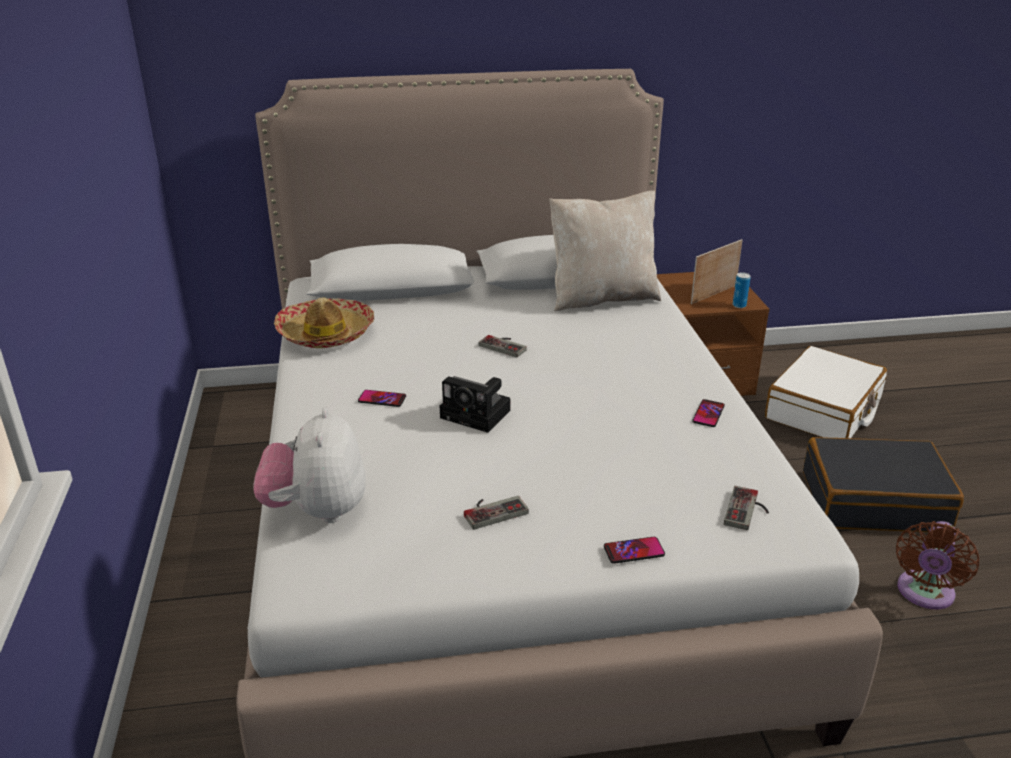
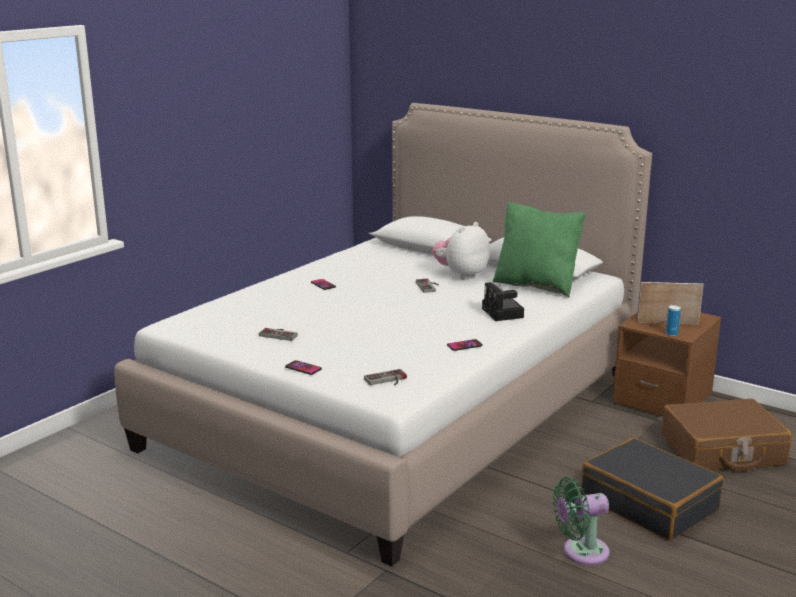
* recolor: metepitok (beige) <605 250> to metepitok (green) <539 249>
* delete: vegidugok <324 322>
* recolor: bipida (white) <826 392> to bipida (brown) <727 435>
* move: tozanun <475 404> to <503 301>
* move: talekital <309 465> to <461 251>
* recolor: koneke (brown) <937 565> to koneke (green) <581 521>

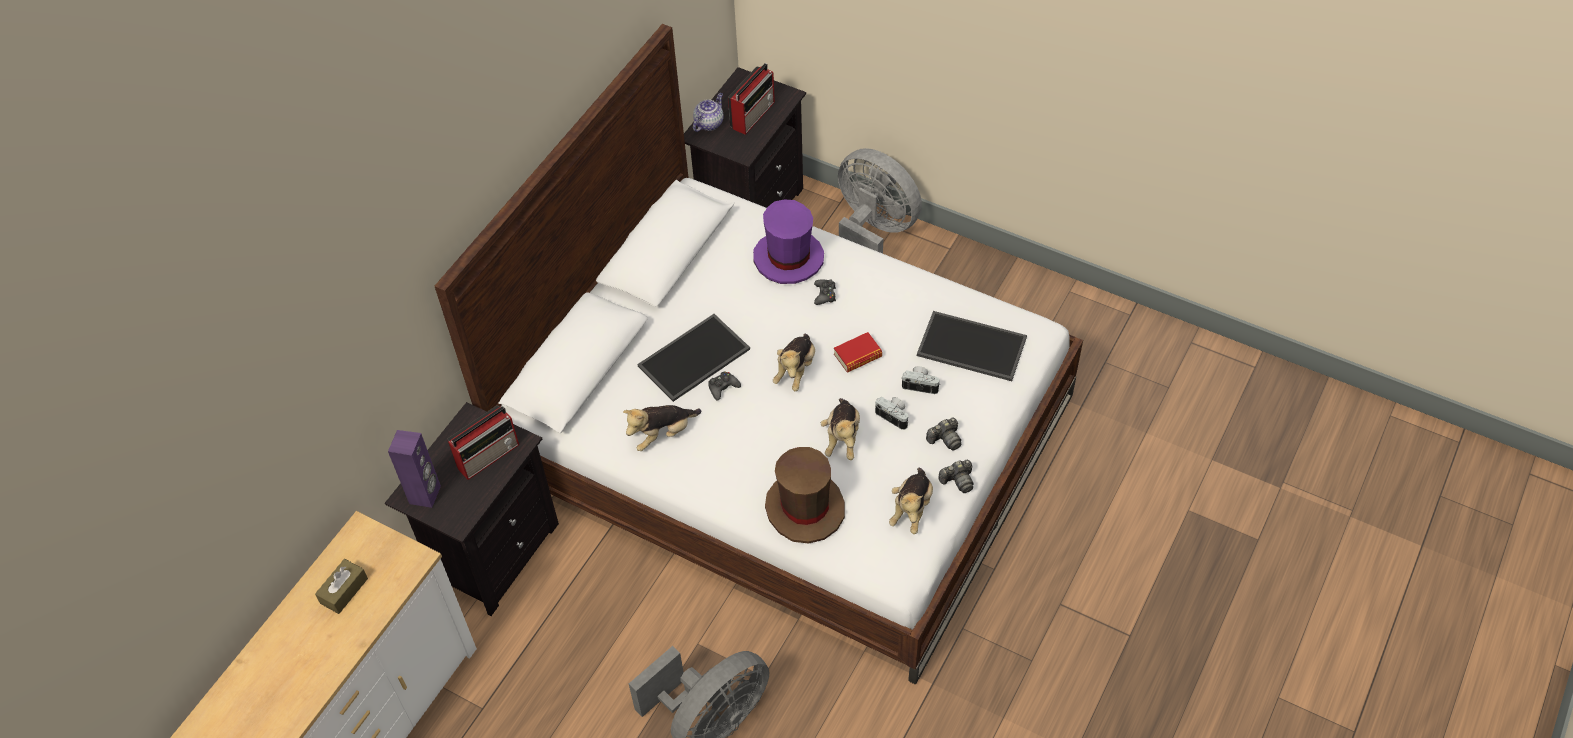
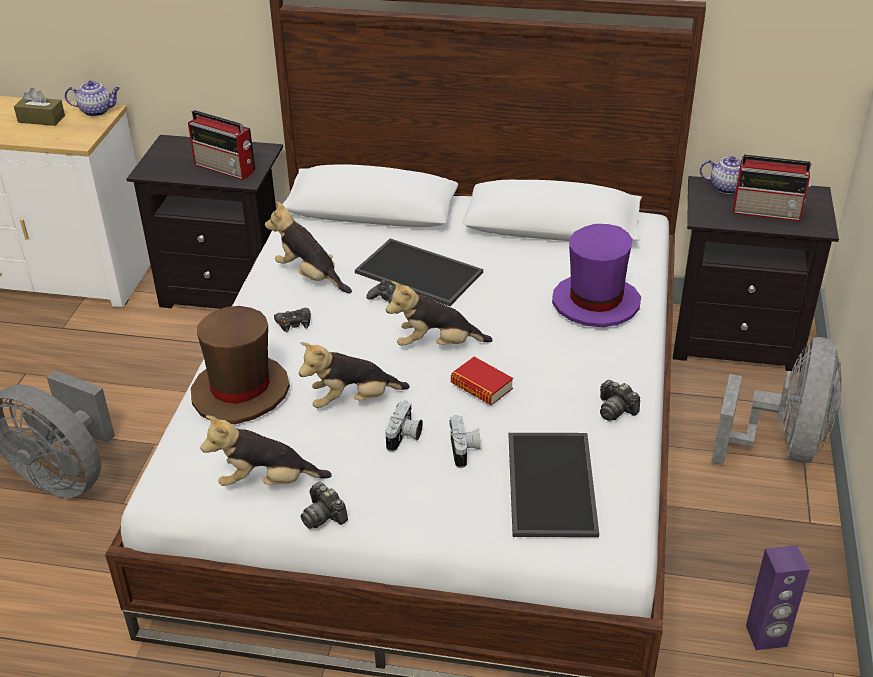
* move: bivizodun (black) <825 292> to <292 320>
* move: tozanun <943 434> to <620 400>
* move: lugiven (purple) <414 469> to <778 597>
* insert: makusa <92 98>

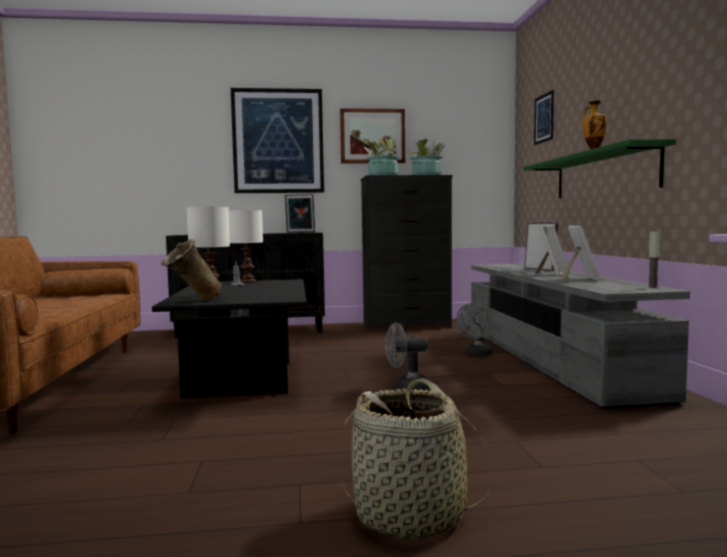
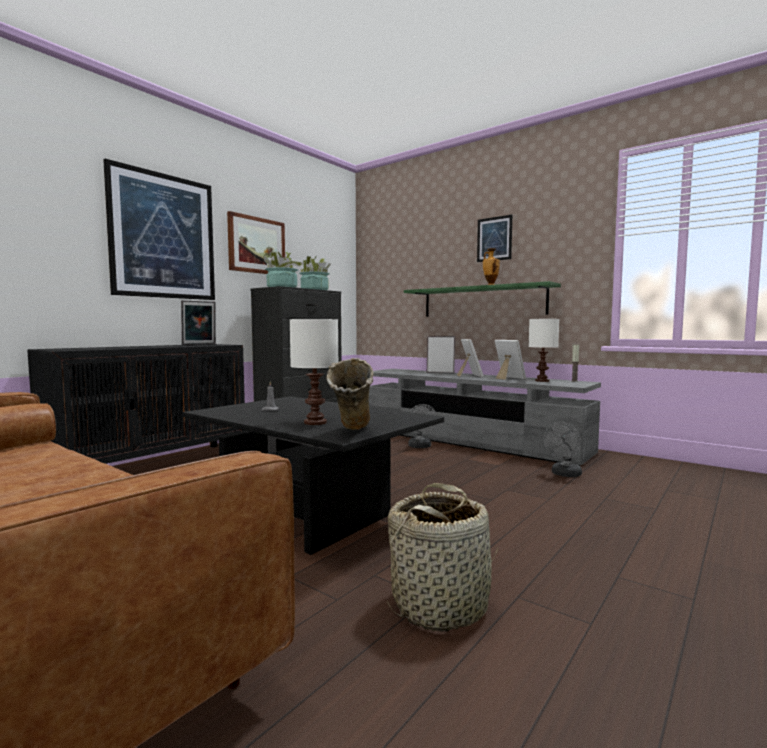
* move: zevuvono <544 117> to <494 238>
* move: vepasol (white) <246 246> to <544 350>
* move: koneke (grey) <407 357> to <562 449>
* move: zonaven <418 459> to <442 557>

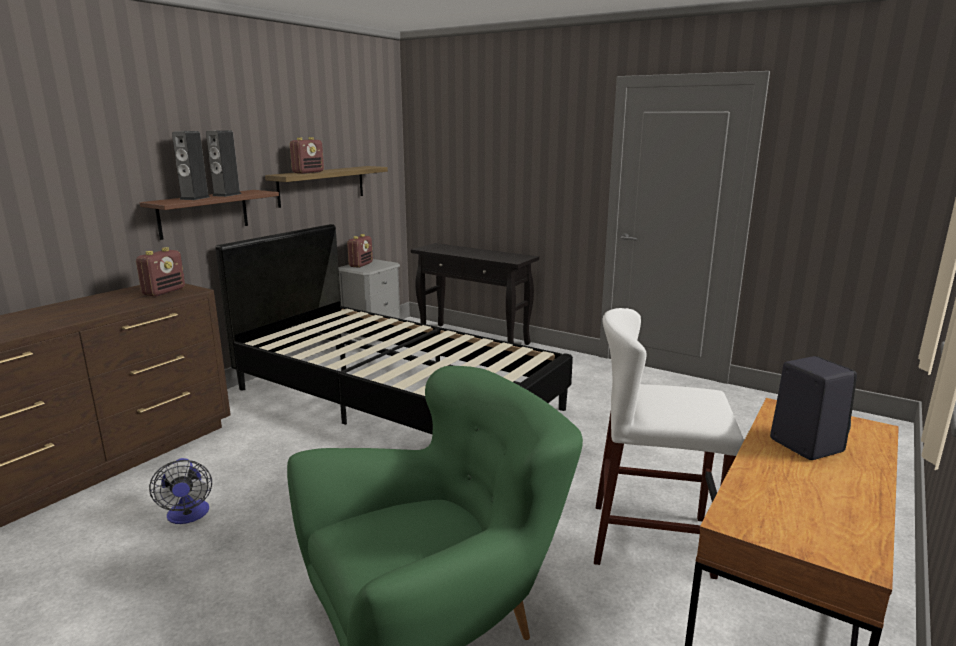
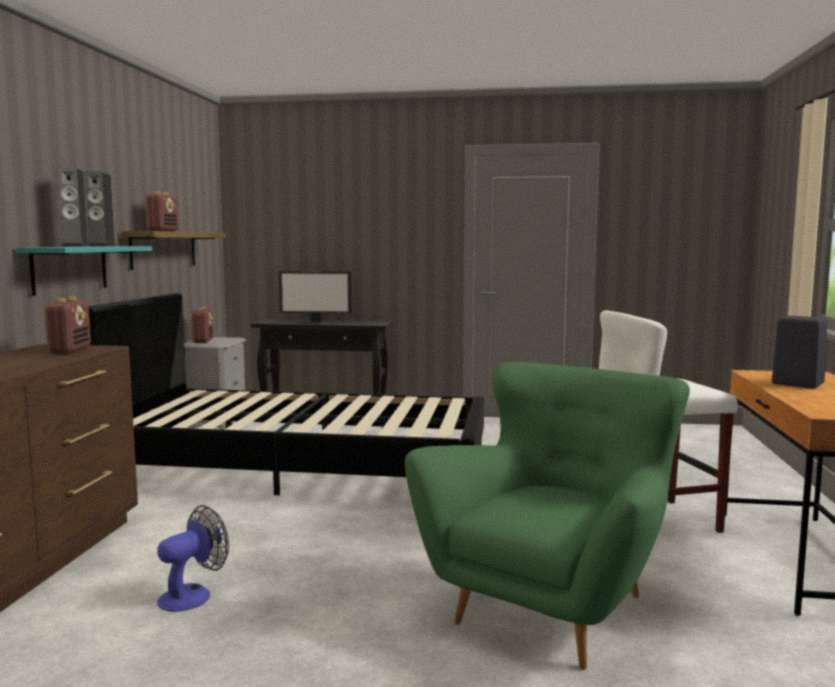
* recolor: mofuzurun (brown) <209 215> to mofuzurun (turquoise) <84 271>
* rotate: koneke <180 491> = <193 558> 90 degrees counterclockwise
* insert: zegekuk <315 297>

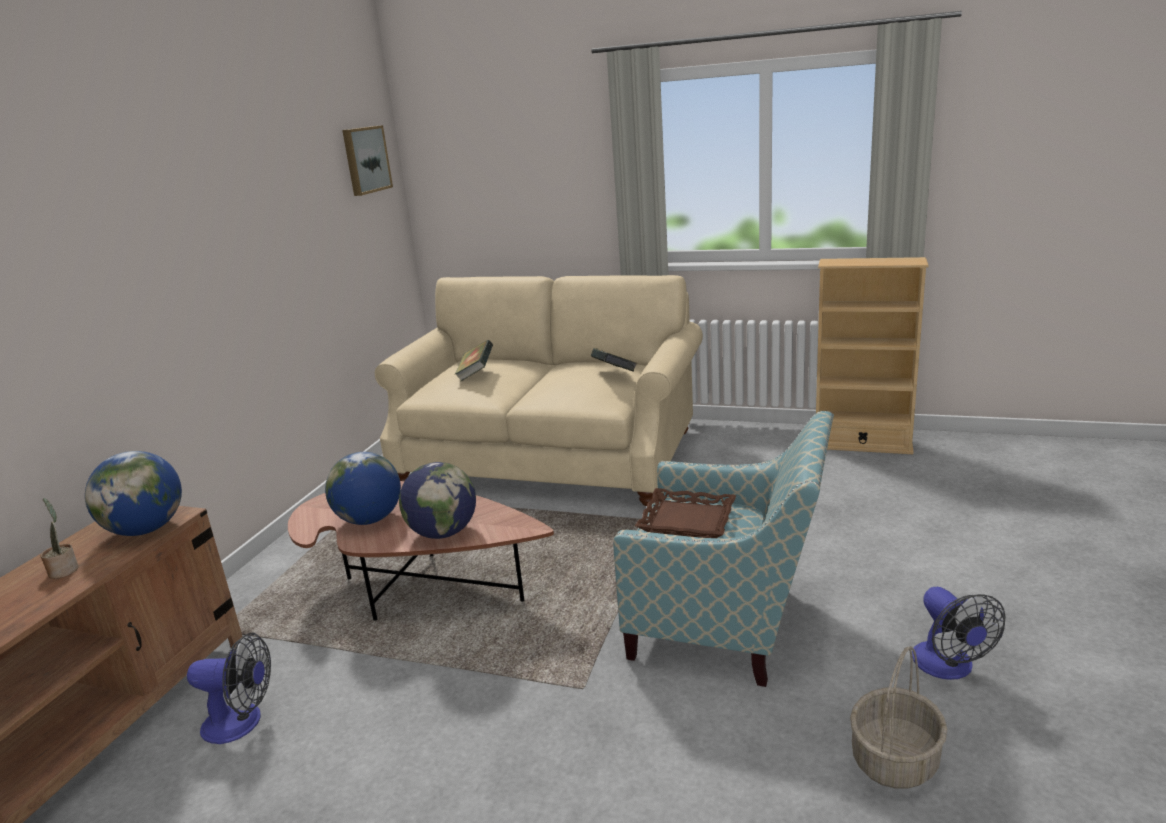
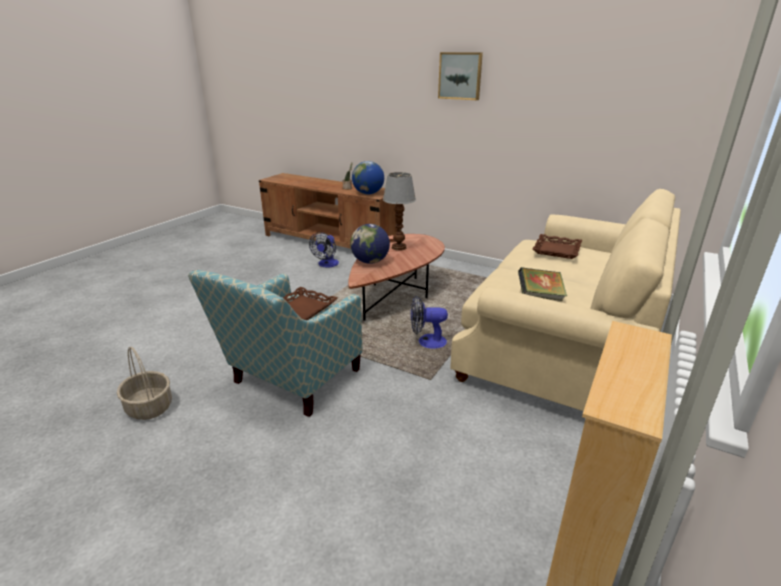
* move: zevuvono <367 160> to <460 76>
* replace: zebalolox <474 360> to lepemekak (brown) <557 246>
* replace: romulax <363 488> to vepasol <399 211>
* move: koneke <959 633> to <429 322>

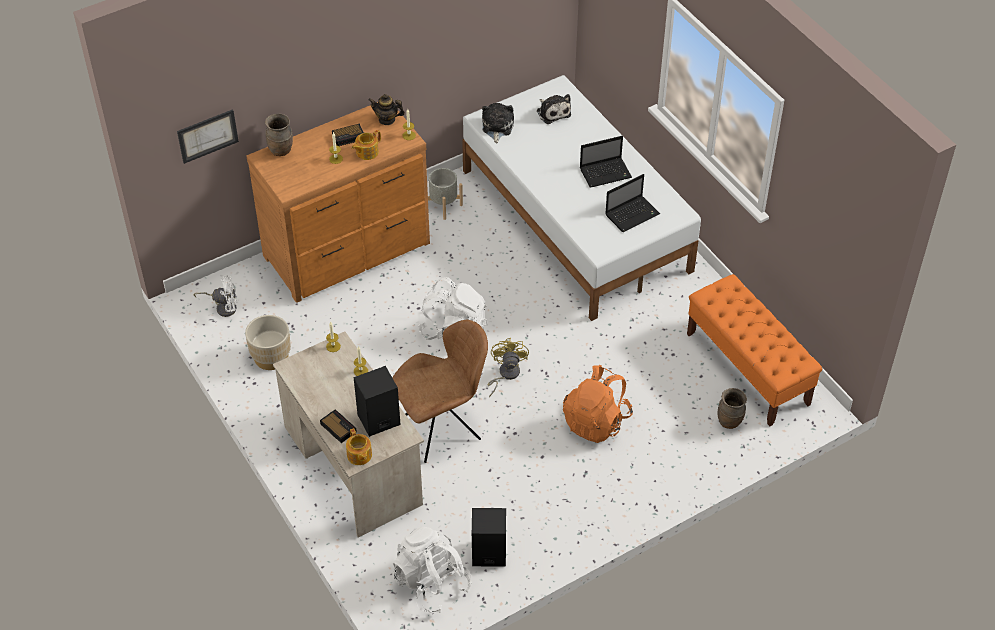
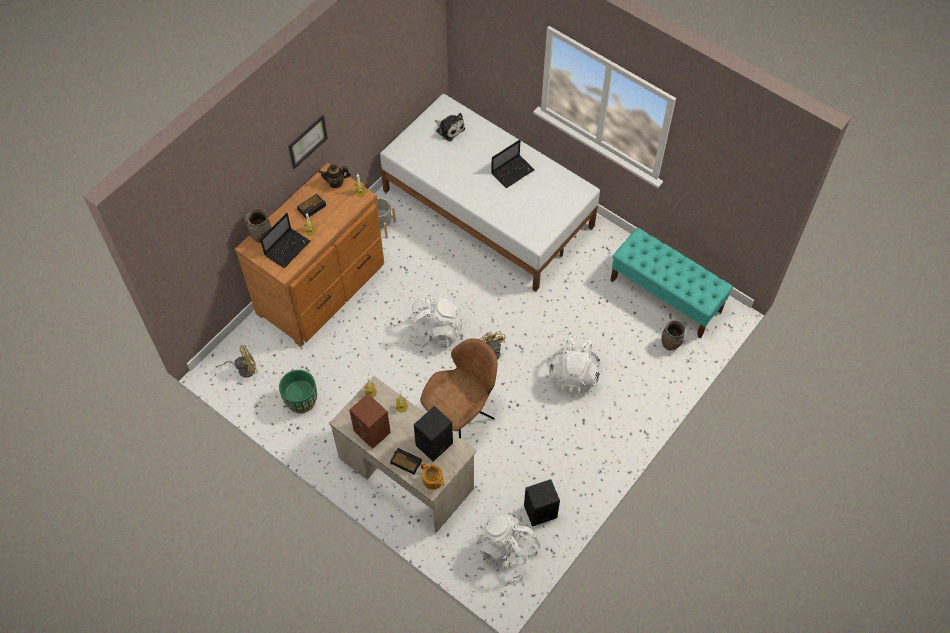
* delete: talekital <498 123>
* move: zevuvono <208 136> to <308 142>
* delete: makusa <366 145>
* move: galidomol <632 203> to <285 240>
* recolor: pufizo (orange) <755 350> to pufizo (turquoise) <671 283>
* recolor: koneke (white) <215 296> to koneke (yellow) <236 361>
* recolor: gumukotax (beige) <268 342> to gumukotax (green) <298 392>
* recolor: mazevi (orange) <598 404> to mazevi (white) <575 364>
* insert: lugiven (brown) <370 421>

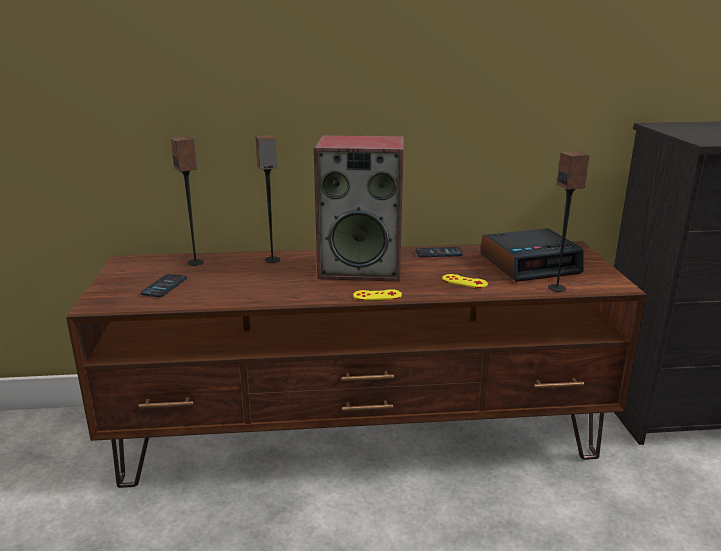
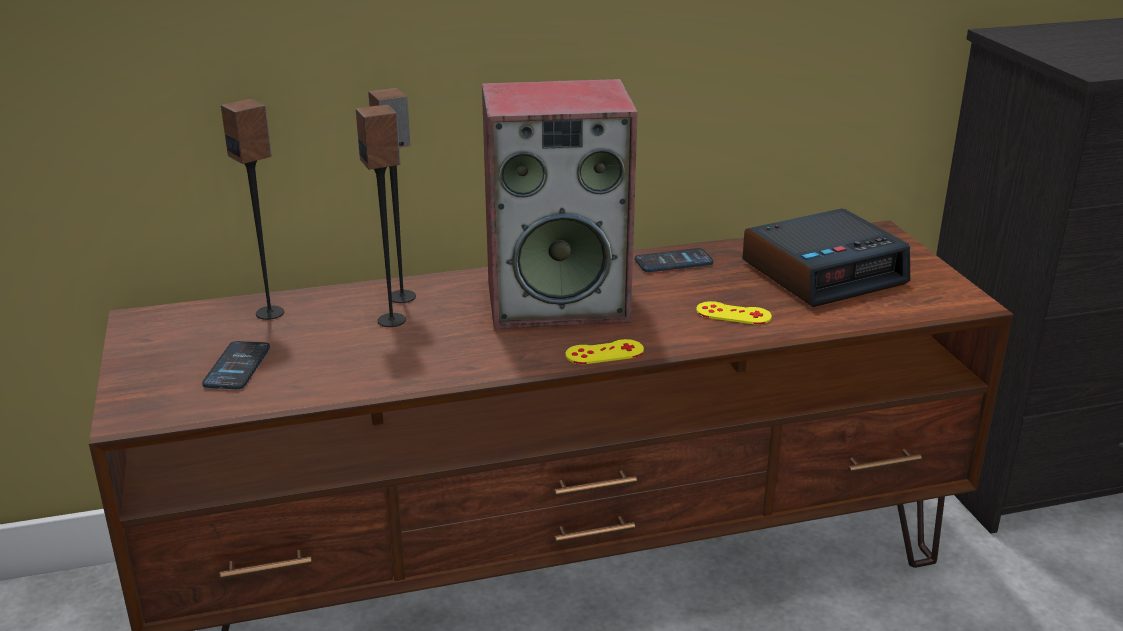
* move: lugiven <569 221> to <381 215>

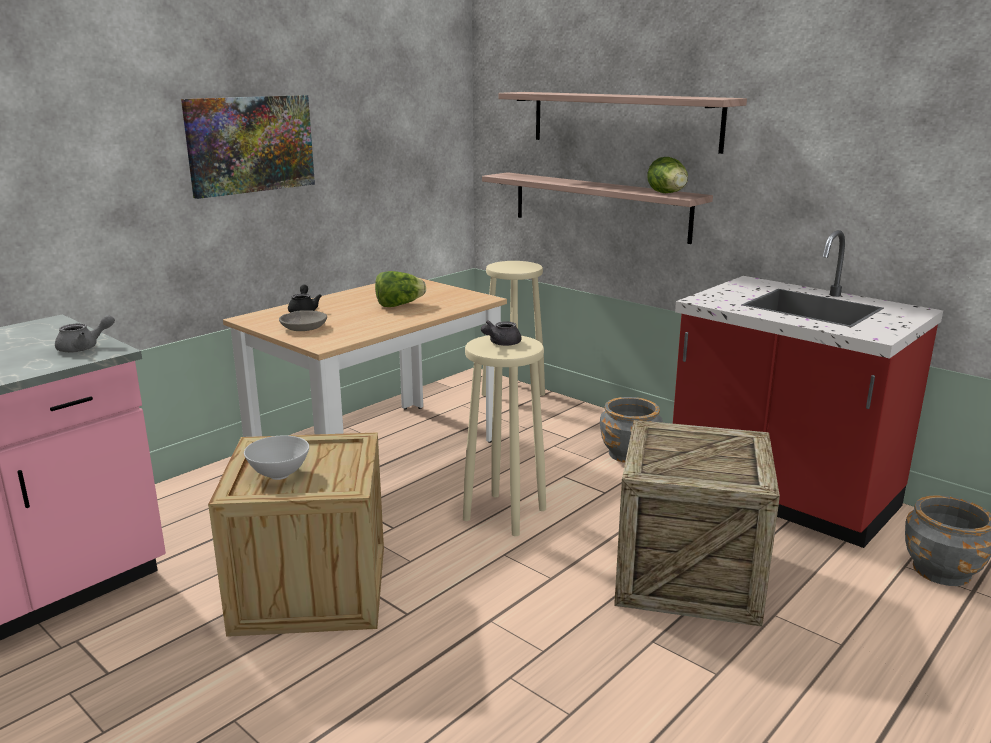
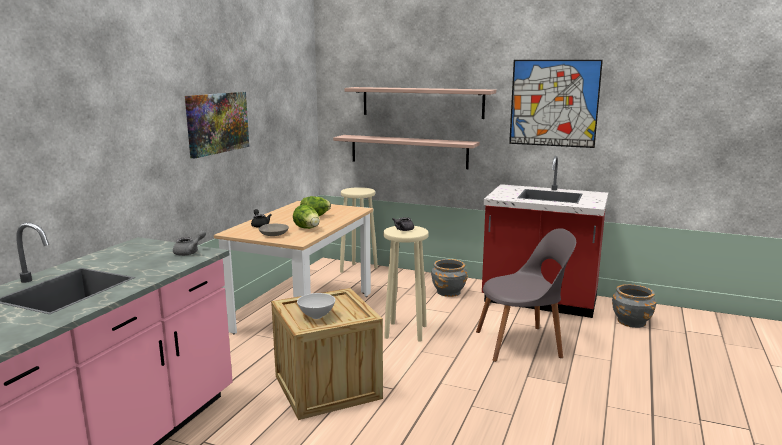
* move: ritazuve <667 175> to <306 216>
* replace: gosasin <697 523> to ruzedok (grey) <526 295>
* insert: zevuvono <556 104>

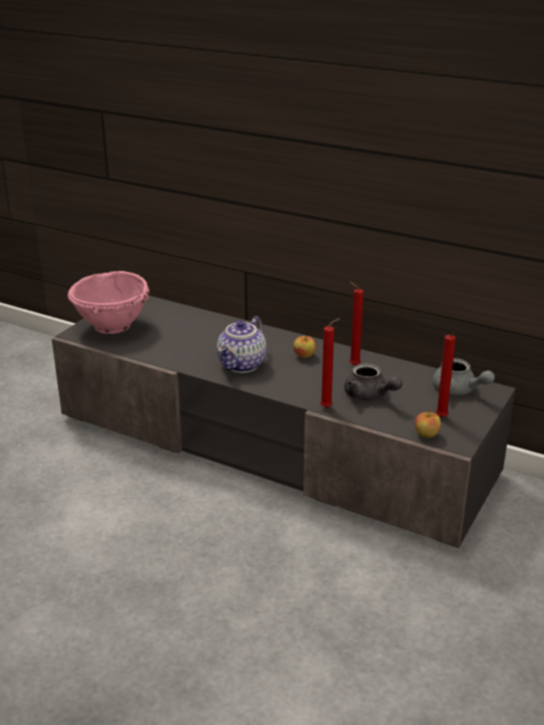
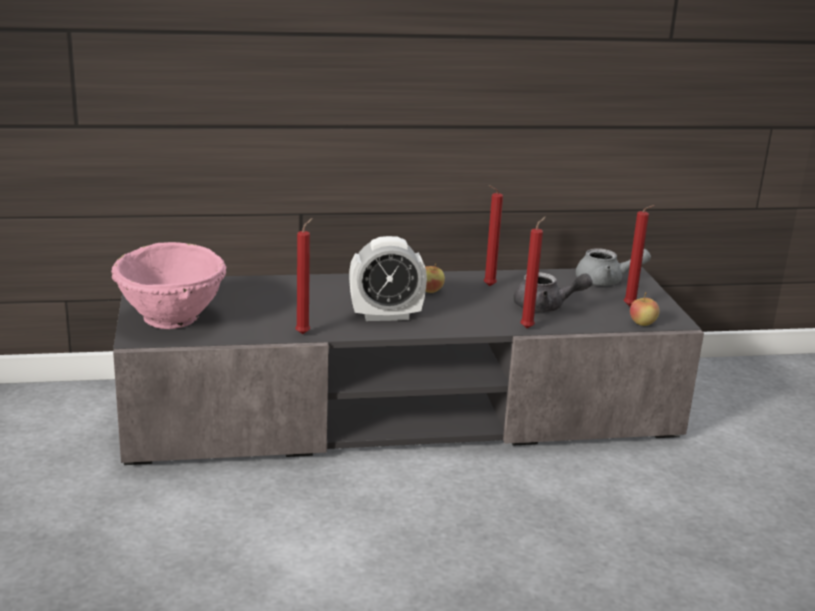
* replace: makusa <242 344> to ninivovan <388 278>
* insert: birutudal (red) <304 276>

